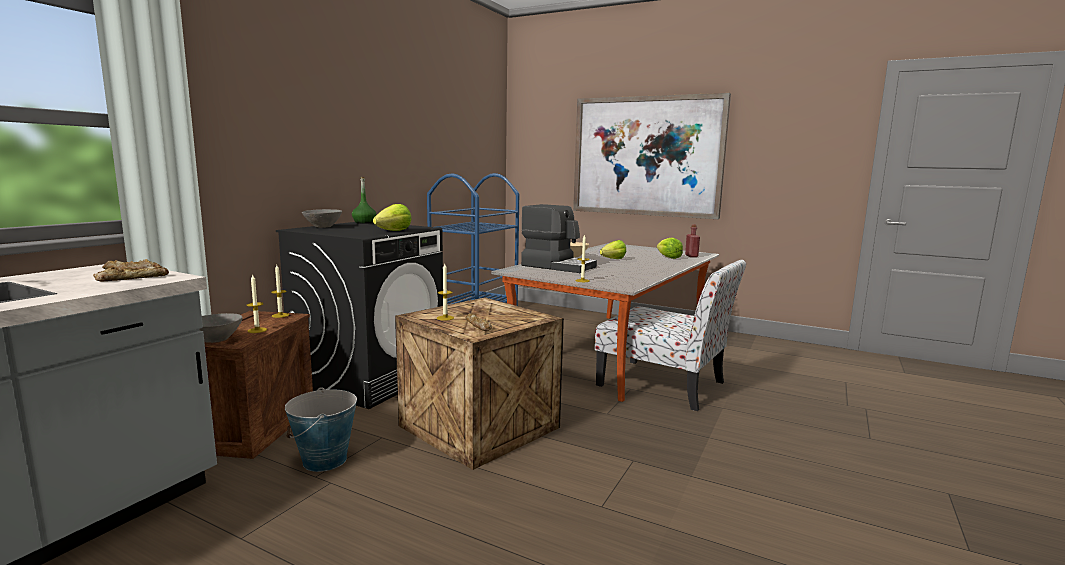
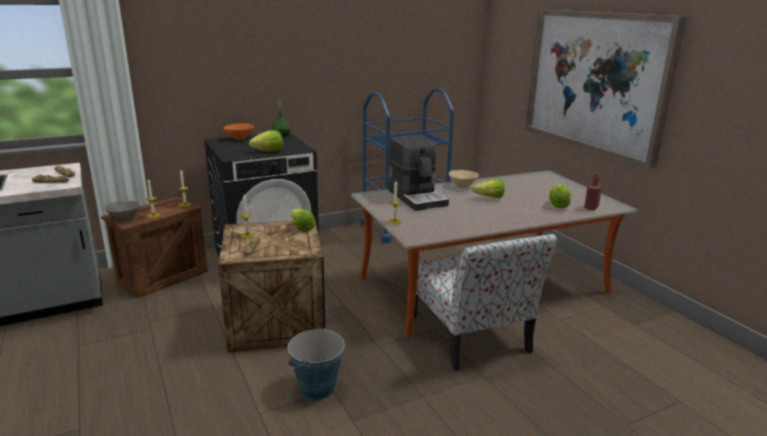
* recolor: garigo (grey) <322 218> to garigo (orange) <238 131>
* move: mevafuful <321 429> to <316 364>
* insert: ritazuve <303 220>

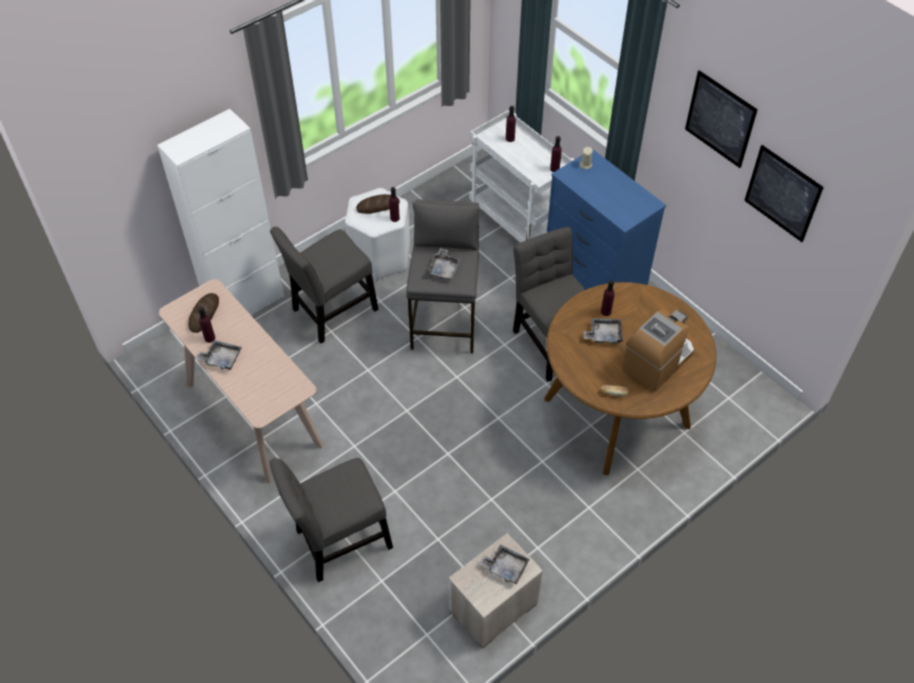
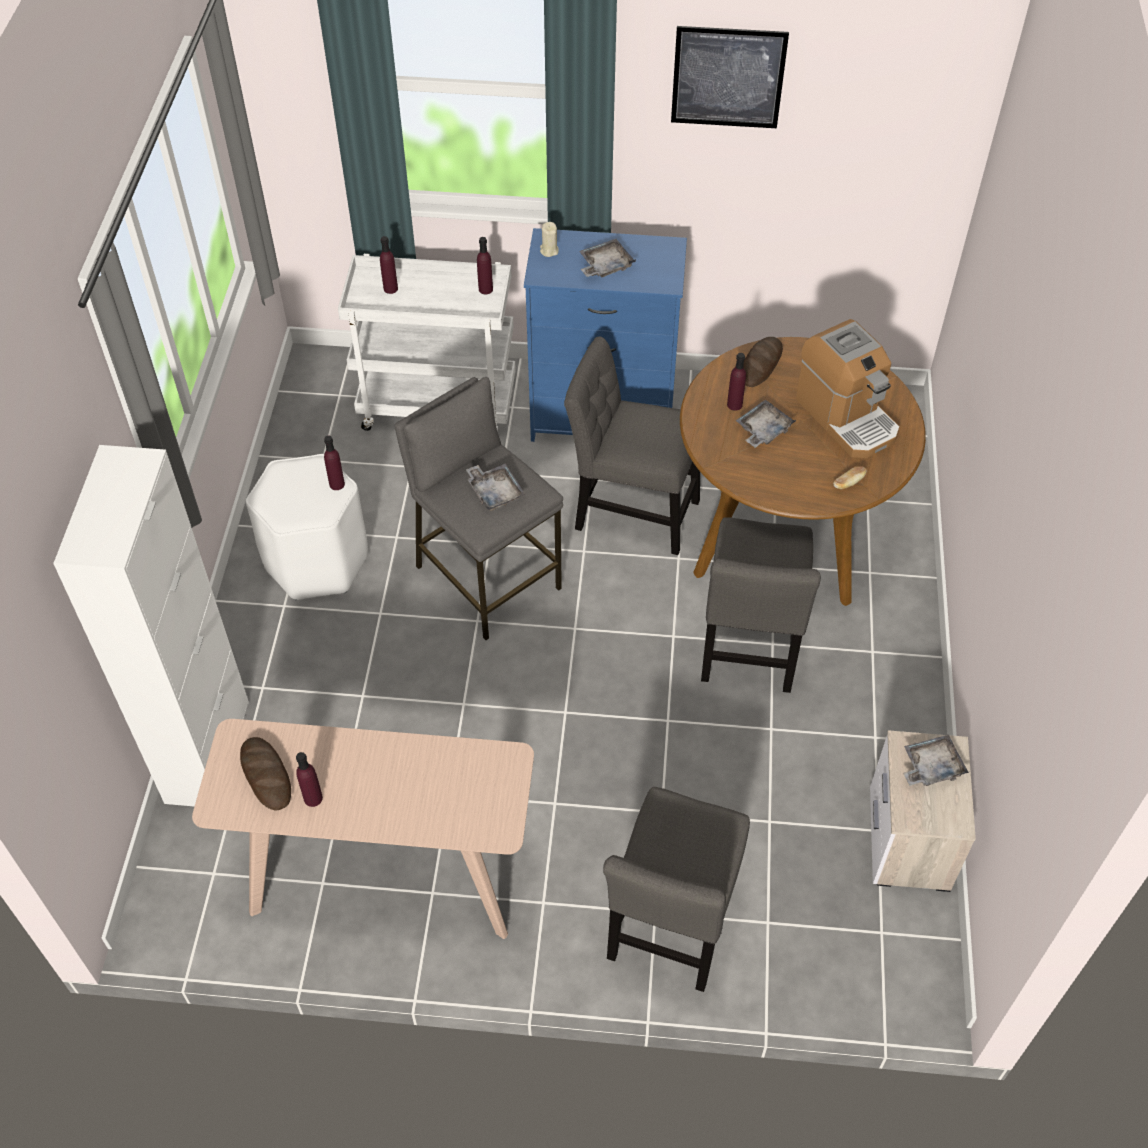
* delete: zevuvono <784 193>
* move: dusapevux <378 204> to <763 362>
* move: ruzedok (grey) <324 285> to <761 605>
* rotate: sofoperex <658 350> = <848 388> 150 degrees clockwise
* move: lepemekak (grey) <218 355> to <607 258>

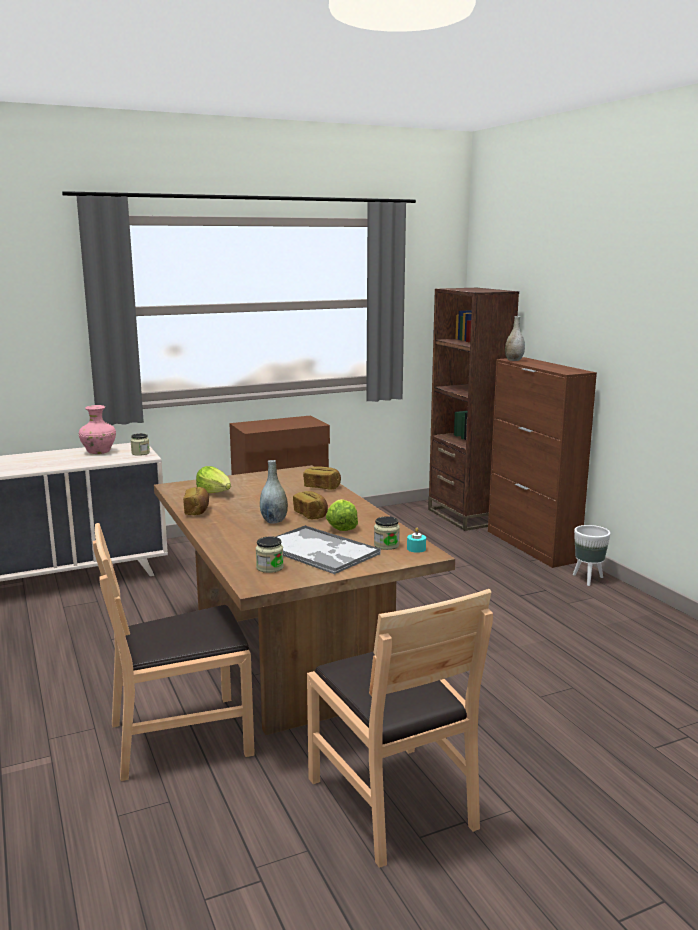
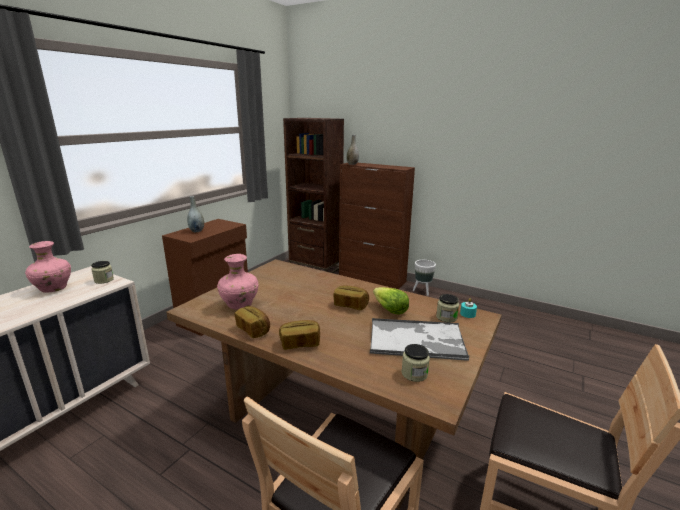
* move: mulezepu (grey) <274 492> to <195 214>
* replace: ritazuve <213 479> to mulezepu (pink) <238 282>
* move: dusapevux <322 477> to <299 335>

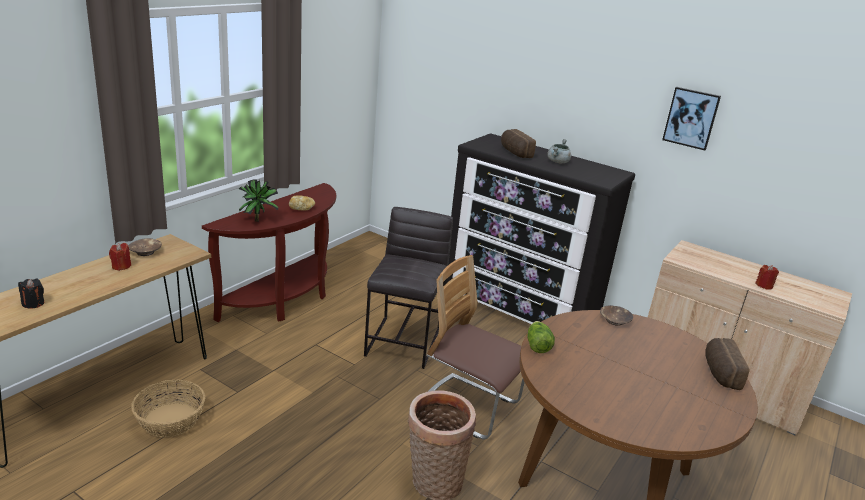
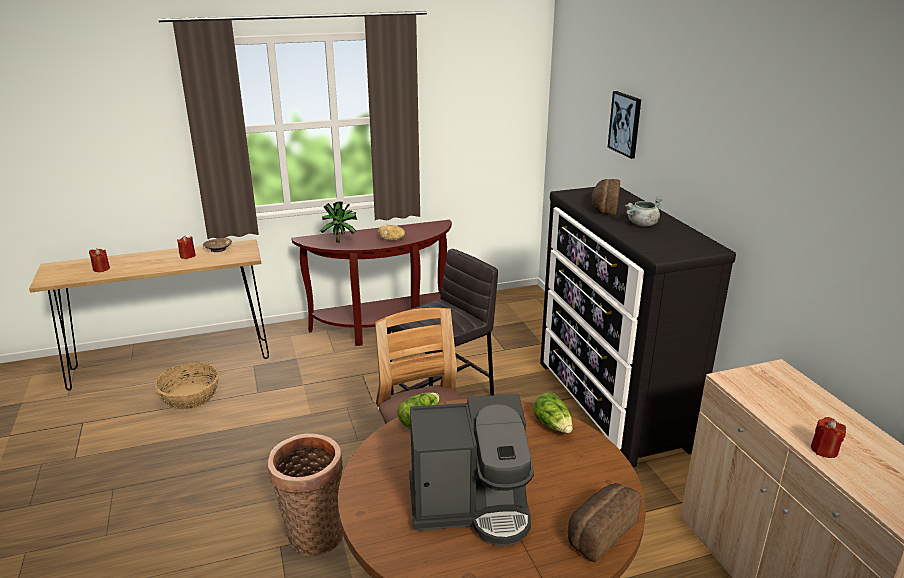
* move: zevuvono <691 119> to <624 125>
* recolor: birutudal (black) <31 294> to birutudal (red) <99 260>
* replace: garigo (brown) <616 315> to ritazuve <553 412>
* insert: sofoperex <471 470>

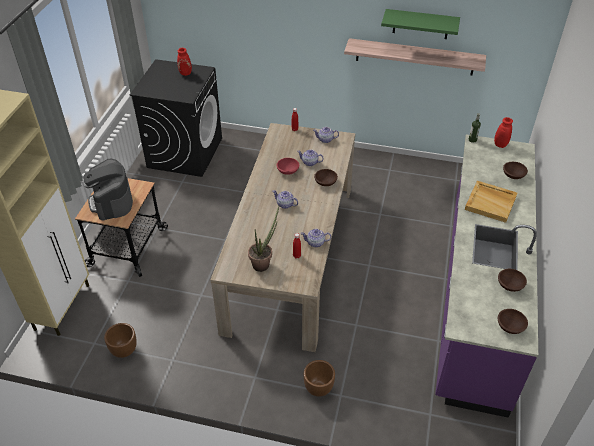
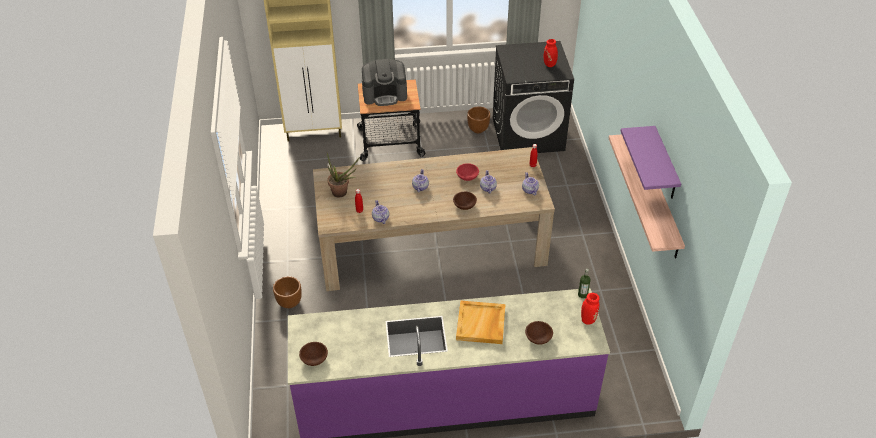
* recolor: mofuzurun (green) <420 24> to mofuzurun (purple) <651 162>
* rotate: sofoperex <108 189> = <384 82> 150 degrees counterclockwise
* delete: garigo (brown) <512 280>
* move: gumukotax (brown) <120 340> to <478 120>

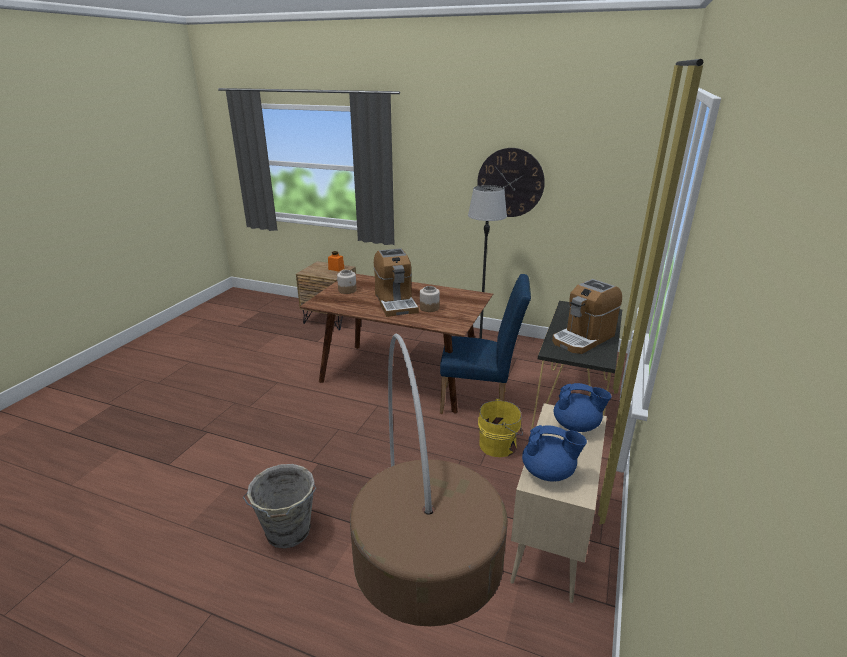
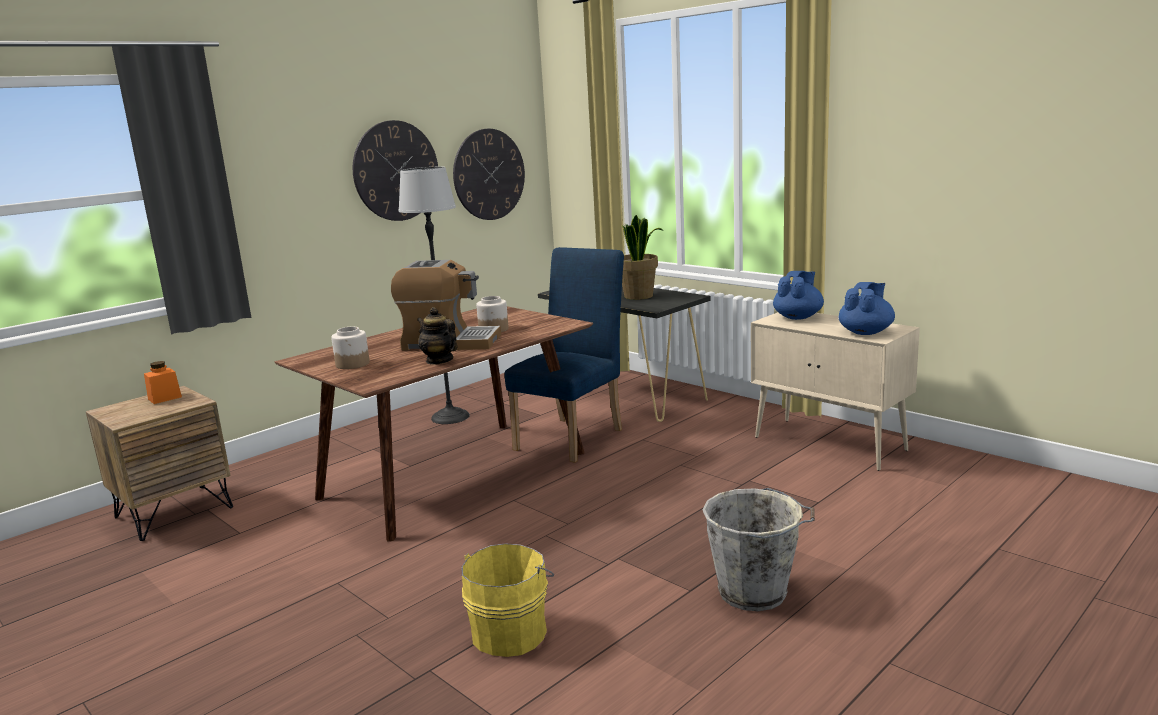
* replace: sofoperex <587 316> to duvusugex <642 257>
* delete: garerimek <429 480>
* move: mevafuful (yellow) <500 427> to <507 600>
* insert: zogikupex <489 174>
* insert: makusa <437 336>

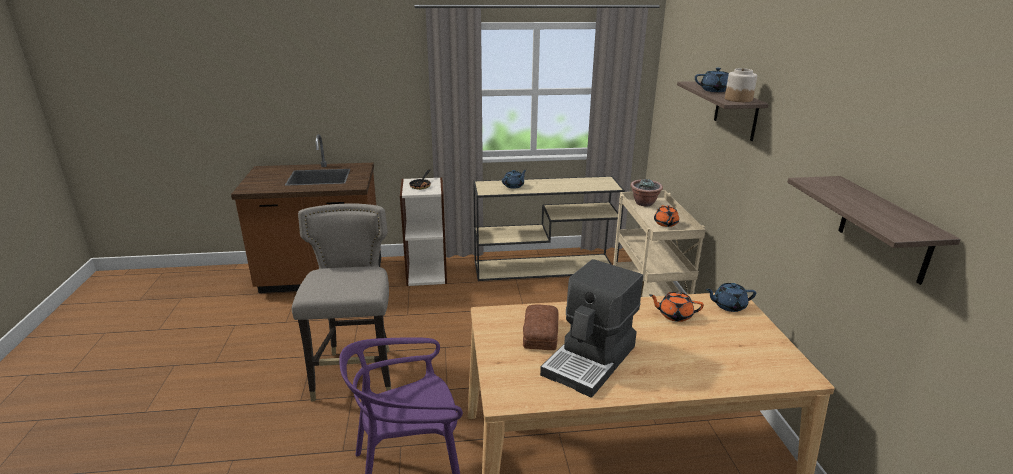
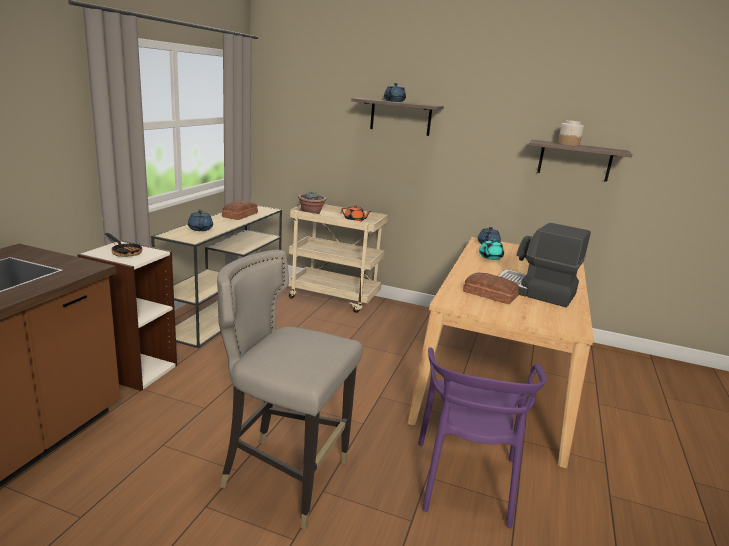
* move: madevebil <741 85> to <571 133>
* rotate: sofoperex <591 328> = <544 265> 150 degrees clockwise
* recolor: makusa (orange) <676 307> to makusa (turquoise) <491 249>
* insert: dusapevux <240 210>

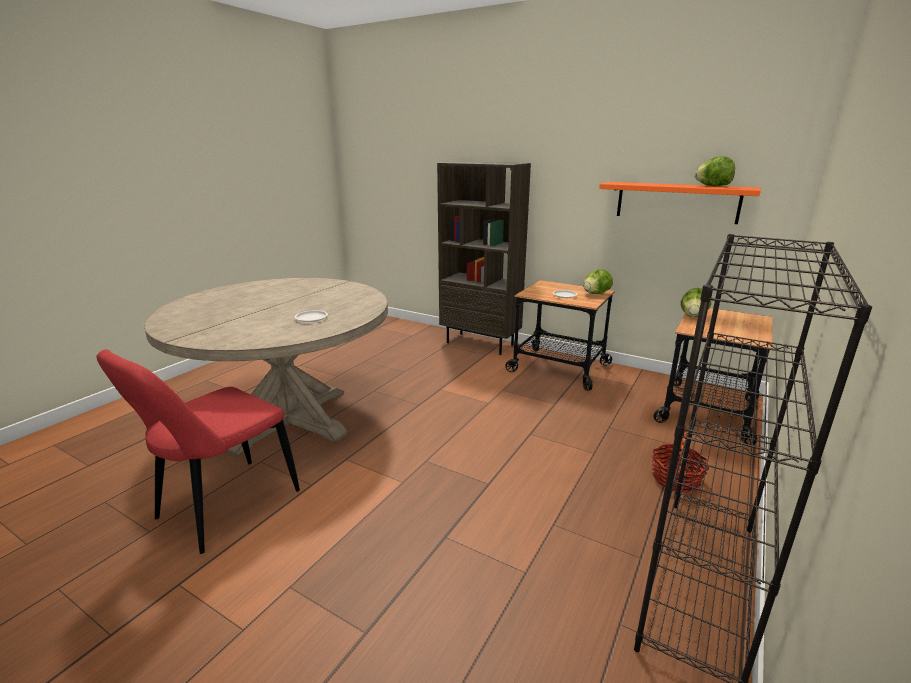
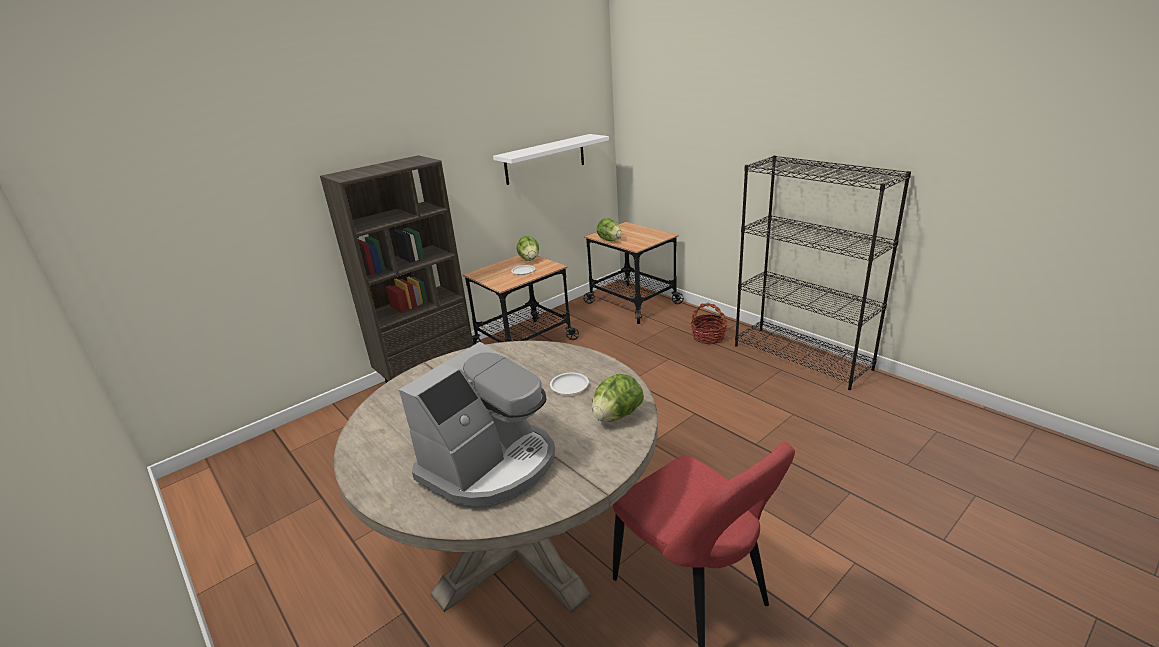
* move: ritazuve <715 171> to <618 398>
* recolor: mofuzurun (orange) <680 203> to mofuzurun (white) <551 159>
* insert: sofoperex <477 425>

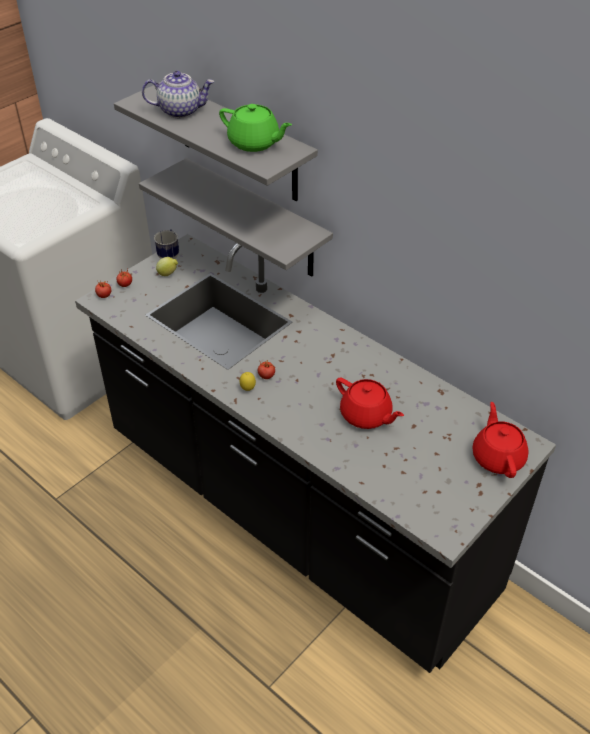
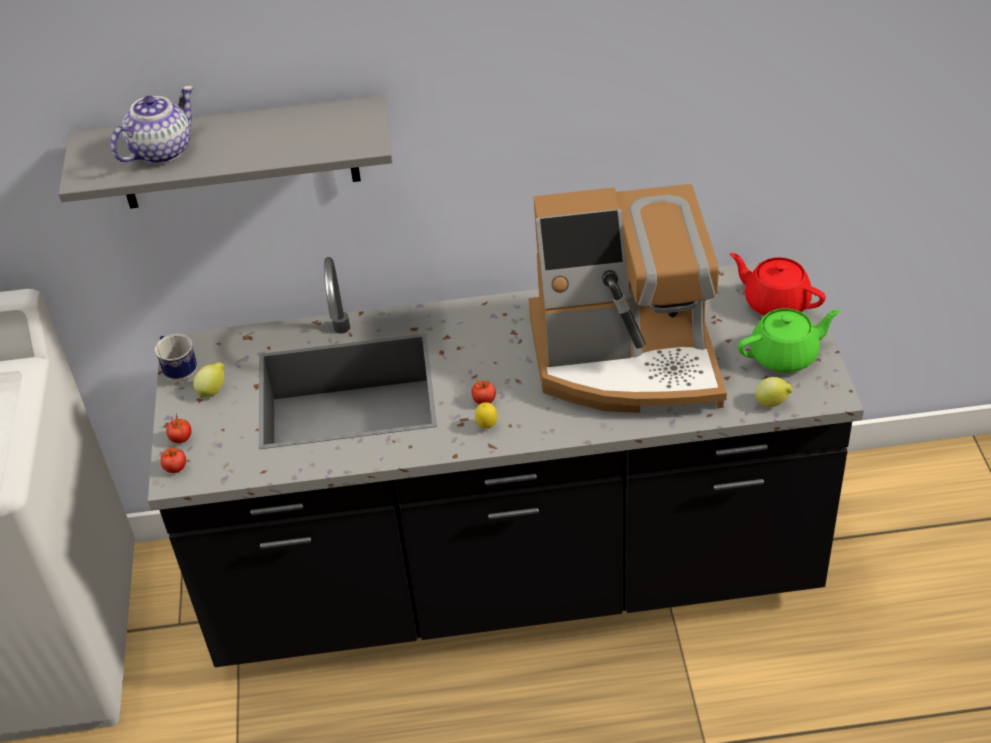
* move: makusa (green) <255 128> to <789 340>
* delete: mofuzurun (grey) <236 217>
* replace: makusa (red) <370 403> to sofoperex <628 298>
* insert: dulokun <774 392>

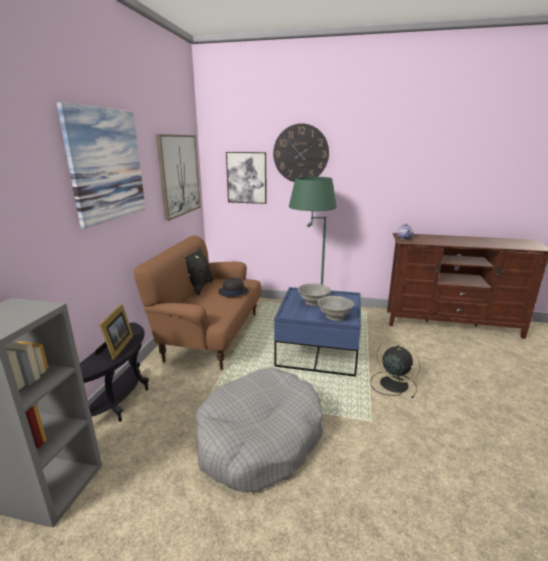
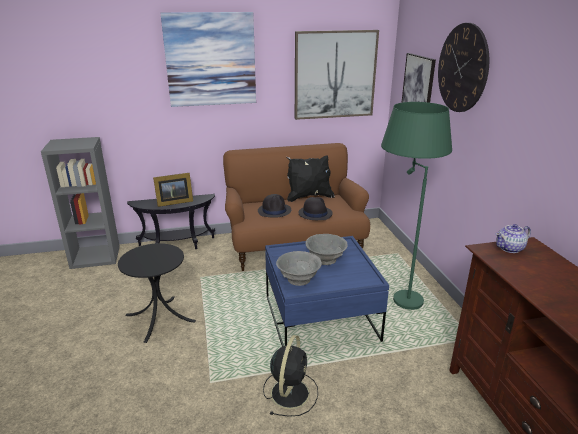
* replace: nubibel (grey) <259 430> to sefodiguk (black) <157 293>
* insert: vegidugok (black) <274 206>

